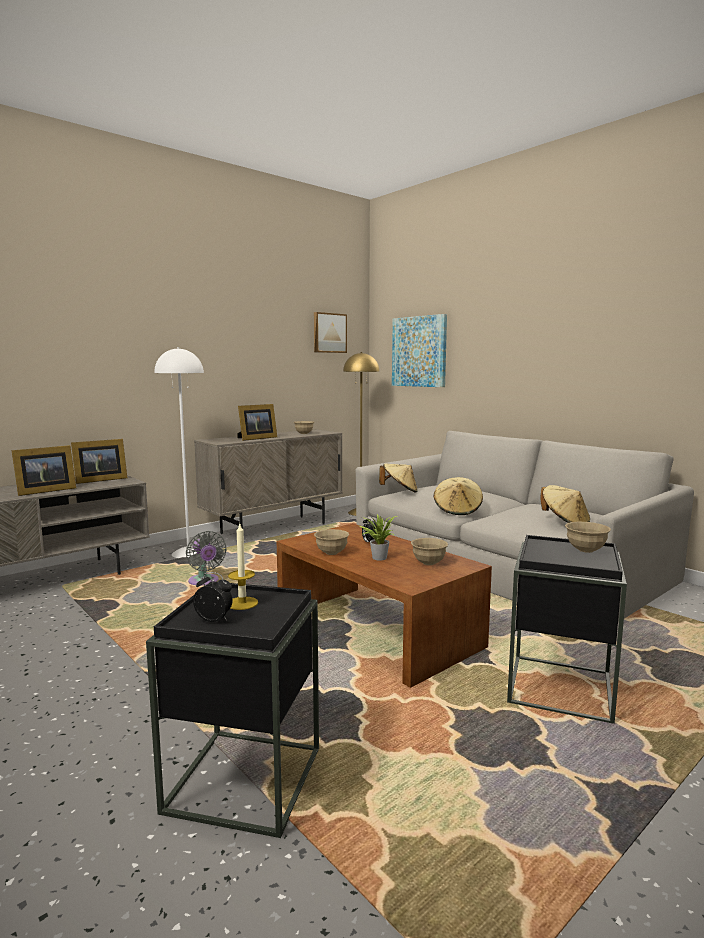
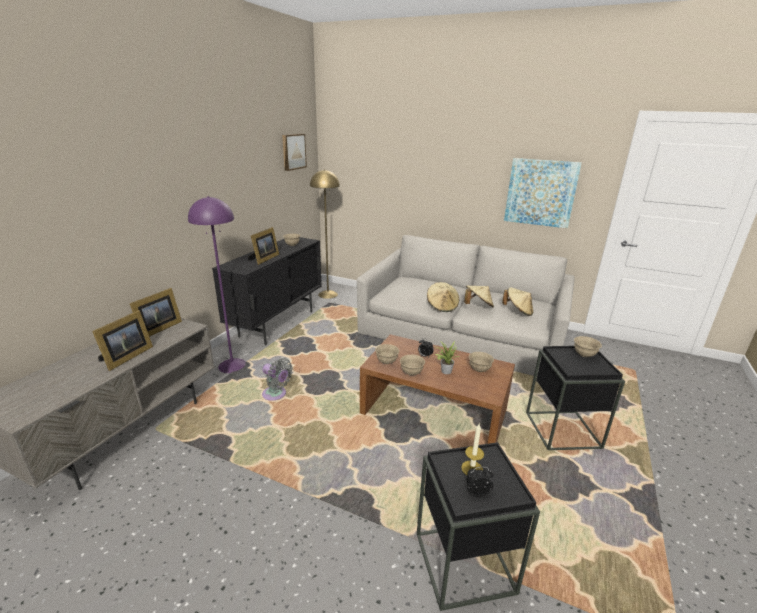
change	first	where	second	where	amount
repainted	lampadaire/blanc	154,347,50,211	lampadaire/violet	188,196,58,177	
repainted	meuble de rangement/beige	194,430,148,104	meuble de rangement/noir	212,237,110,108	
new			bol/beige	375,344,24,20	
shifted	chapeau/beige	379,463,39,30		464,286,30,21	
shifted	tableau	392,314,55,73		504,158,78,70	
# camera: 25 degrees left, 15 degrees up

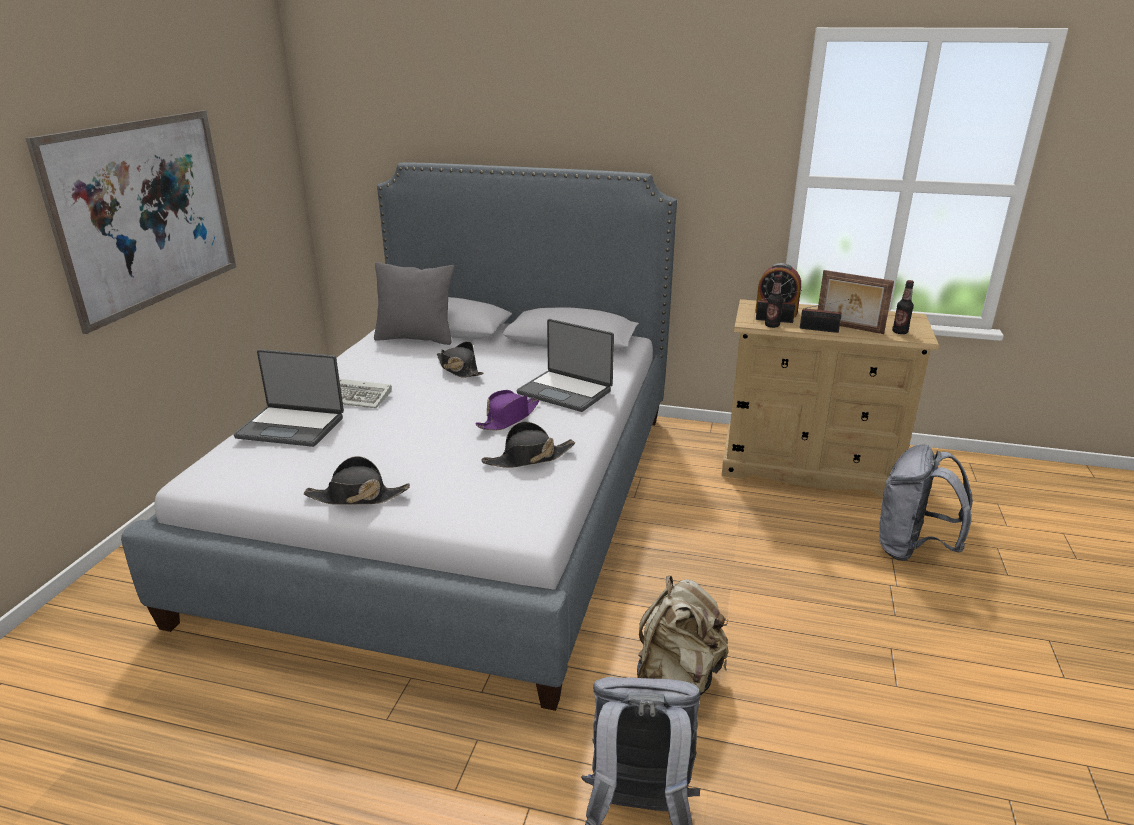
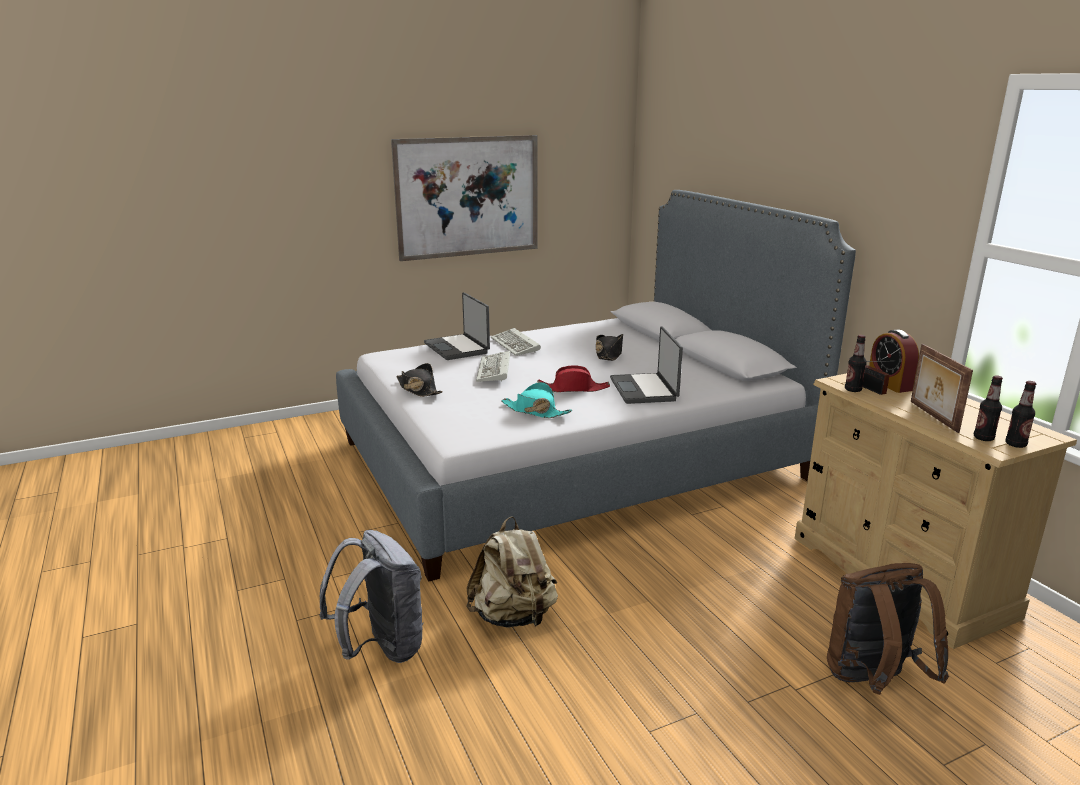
change	first	where	second	where	amount
new			clavier	476,351,34,31	
repainted	chapeau/noir	481,421,94,47	chapeau/turquoise	501,382,71,36	
repainted	chapeau/violet	475,390,64,41	chapeau/rouge	537,365,73,27	
repainted	sac à dos/gris	879,444,94,117	sac à dos/marron	827,563,122,132	
new			bouteille	1005,381,31,67	
gone	coussin/gris	374,262,80,83			
gone	radio	800,299,49,34			
# camera: 50 degrees right, 5 degrees down

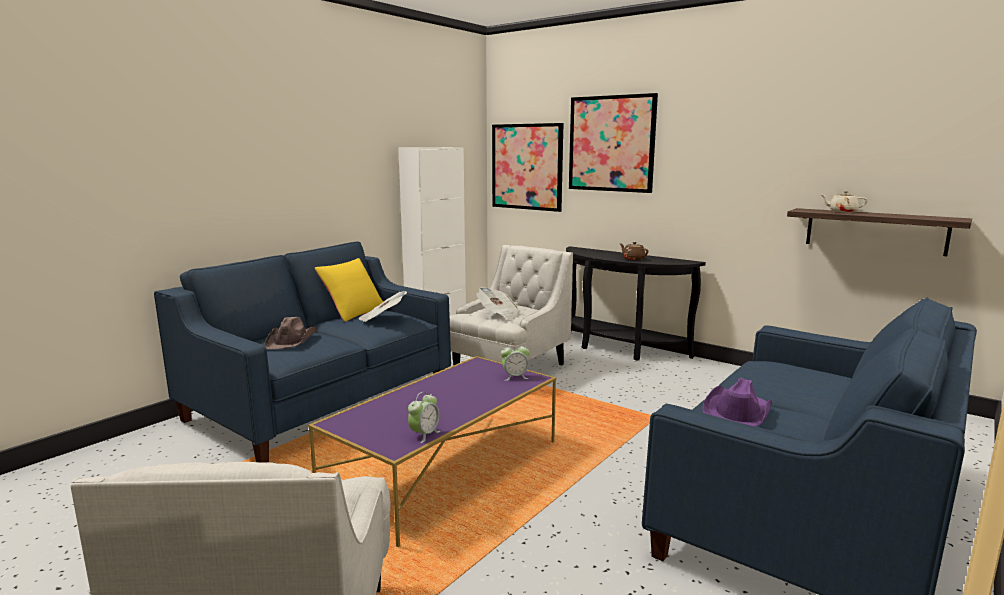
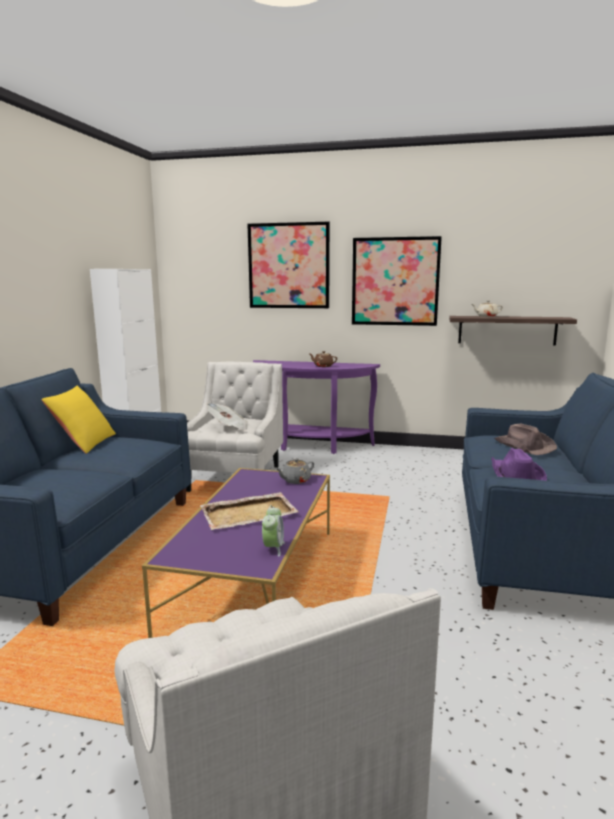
change	first	where	second	where	amount
new			plateau/beige	200,492,99,38	
repainted	table console/noir	566,246,140,115	table console/violet	253,360,127,94	
swapped	réveil	501,342,29,39	théière/gris	275,458,39,26	
shifted	tableau	492,123,71,89		352,236,90,90	
shifted	chapeau/marron	264,317,54,32		494,424,63,31	
gone	journal	359,291,48,31			
# camera: 25 degrees left, 0 degrees up

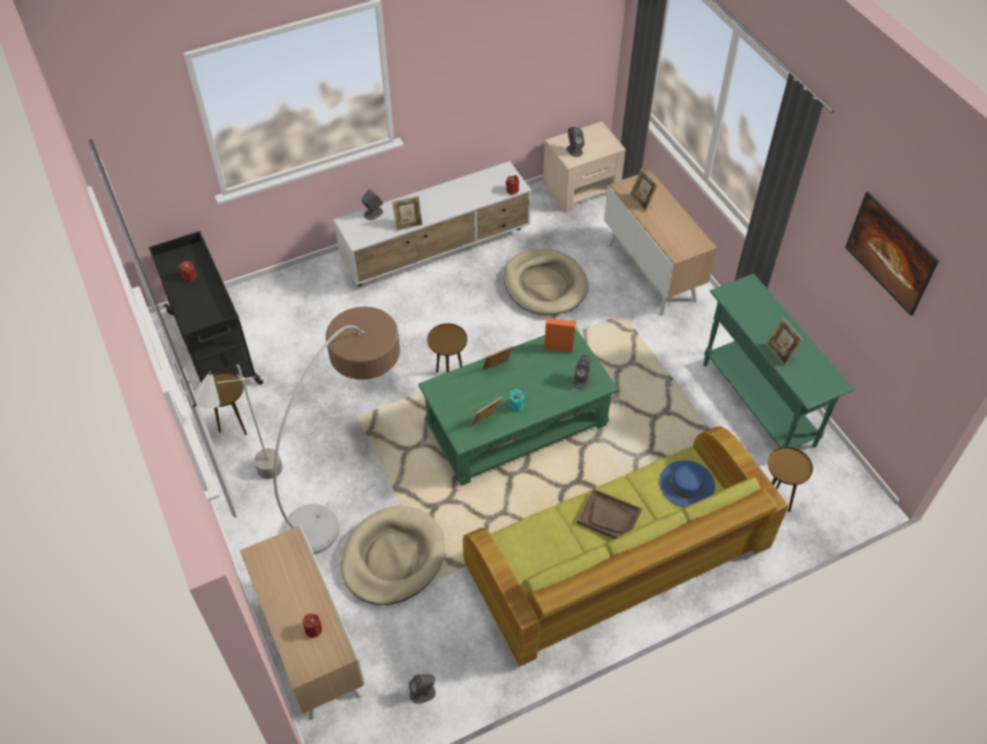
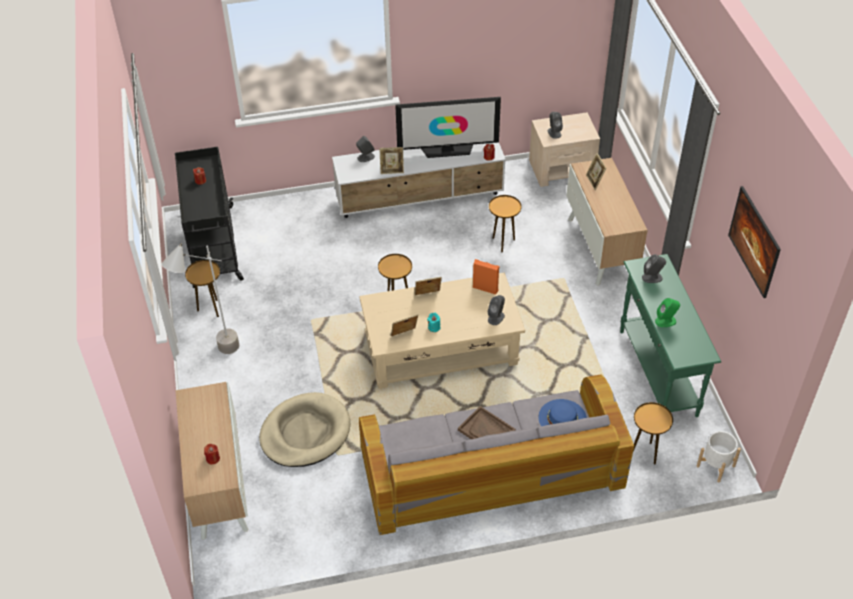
change	first	where	second	where	amount
repainted	table basse/vert	418,327,201,159	table basse/beige	359,273,166,116	
repainted	canapé/vert	463,426,325,240	canapé/gris	359,374,275,161	
new			téléviseur	395,97,106,61	
swapped	panier pour chien/beige	504,248,85,67	table d'appoint/marron	489,195,33,57	
shifted	enceinte/gris	409,674,27,29		642,254,24,29	
swapped	cadre photo	766,318,37,48	enceinte/vert	655,298,25,29	
new			cache-pot/blanc	697,431,44,51	
gone	lampadaire	273,307,127,247			
# camera: 15 degrees right, 5 degrees down

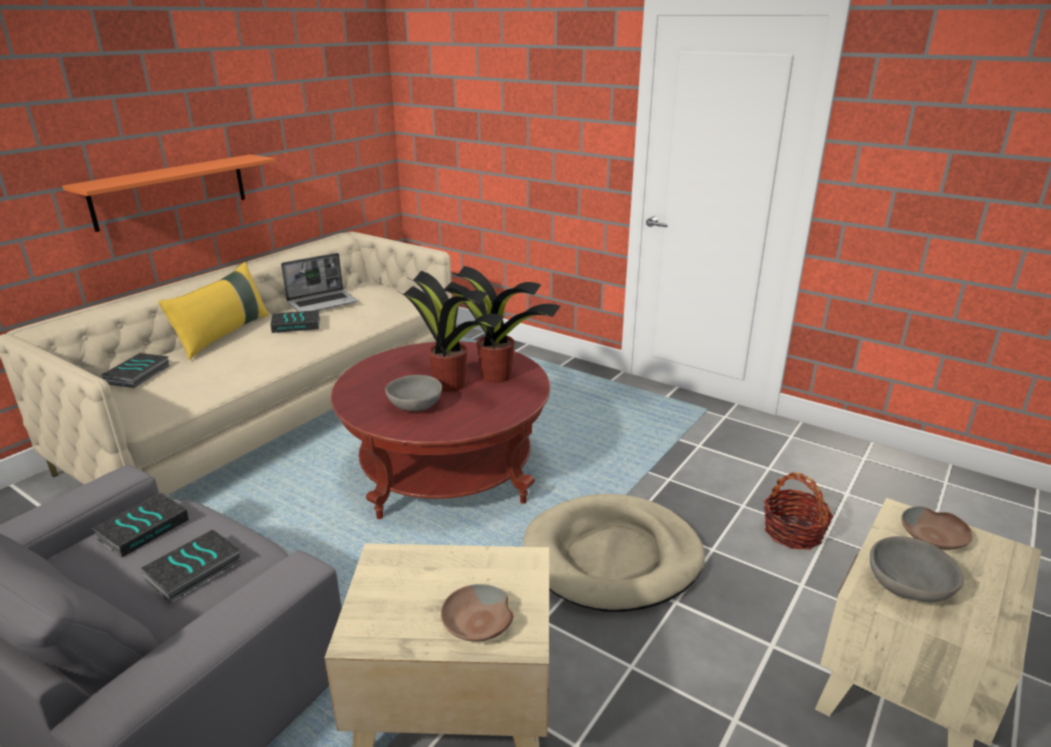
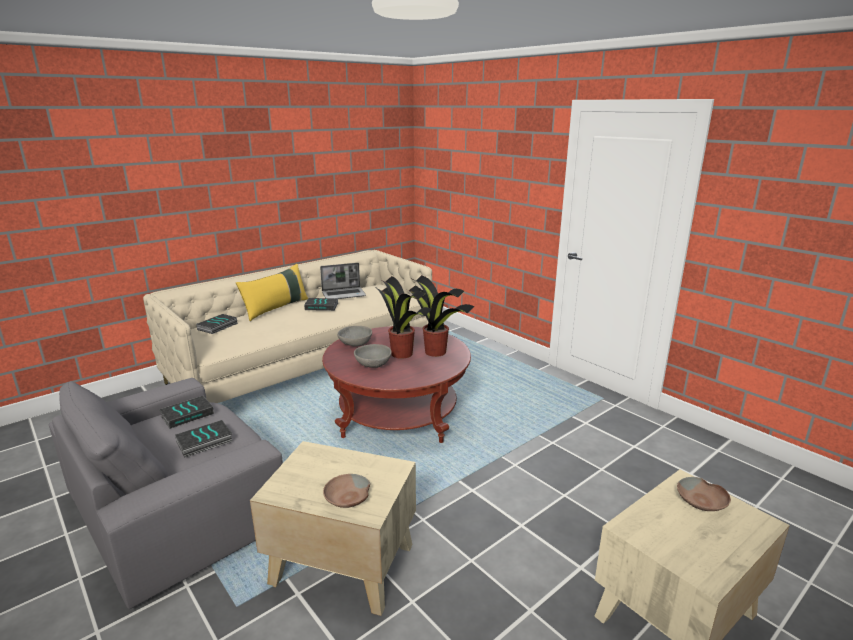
change	first	where	second	where	amount
shifted	bol/gris	870,536,93,66		337,326,35,21	
gone	étagère/orange	62,154,213,78			
gone	panier pour chien/beige	523,494,182,118			
gone	panier	764,472,69,78			
# camera: 15 degrees right, 5 degrees down

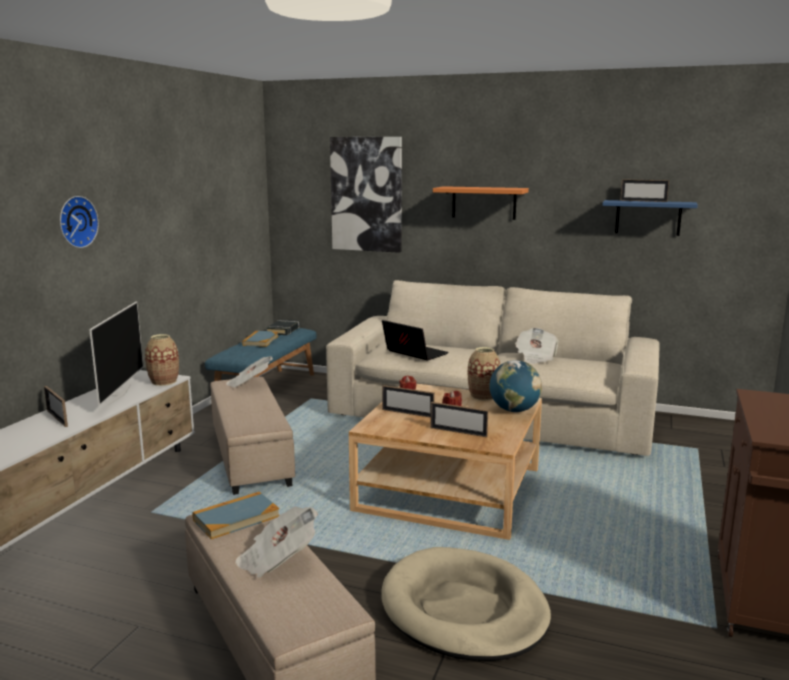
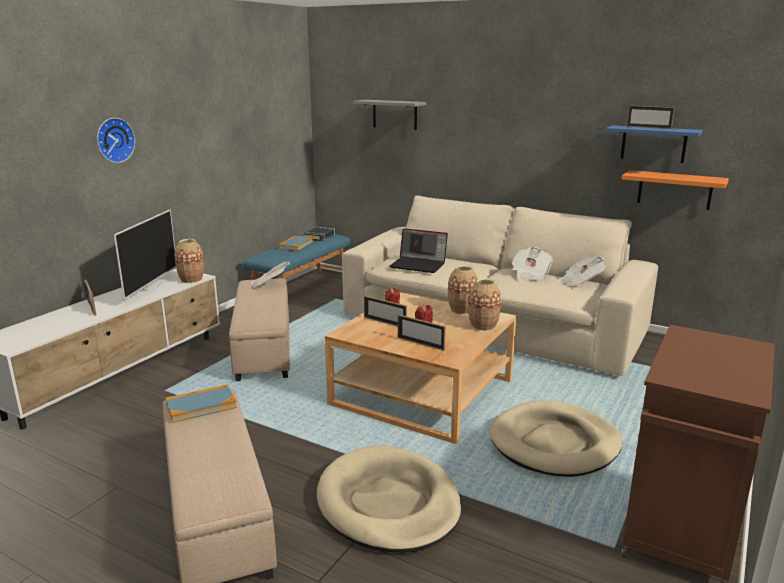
change	first	where	second	where	amount
swapped	tableau	330,137,72,116	étagère/gris	353,100,73,30	
rotated	ordinateur portable	382,320,67,40		389,228,59,45	150 degrees clockwise
swapped	globe	489,360,53,52	vase	468,278,33,53	
new			panier pour chien/beige	490,400,133,77	
shifted	journal	235,506,83,72		558,256,48,30	
shifted	étagère/orange	433,186,96,34		622,170,107,40	
# camera: 10 degrees right, 5 degrees up

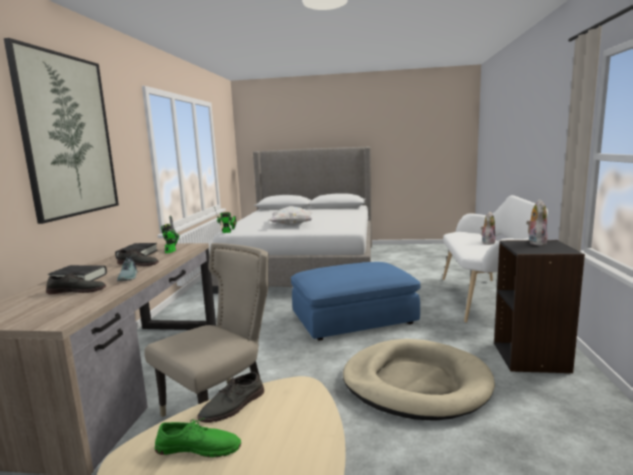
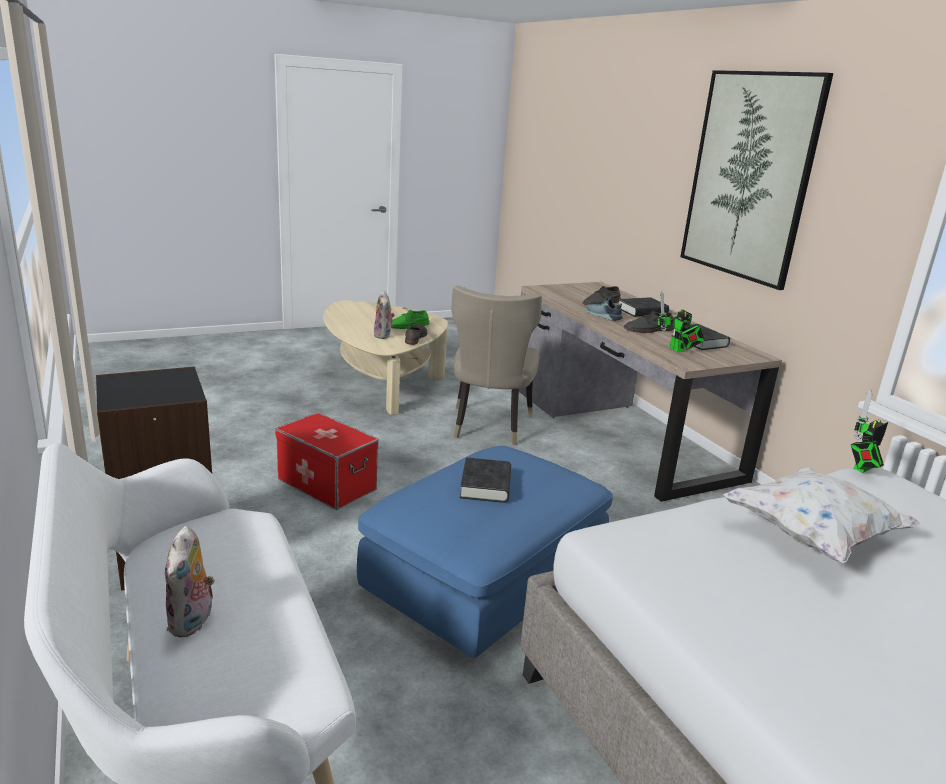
change	first	where	second	where	amount
swapped	panier pour chien/beige	343,339,152,82	boîte de rangement	275,413,104,97	
shifted	peluche	526,199,22,47		374,290,21,49	
new			livre/noir	460,457,51,46	
# camera: 145 degrees right, 10 degrees up

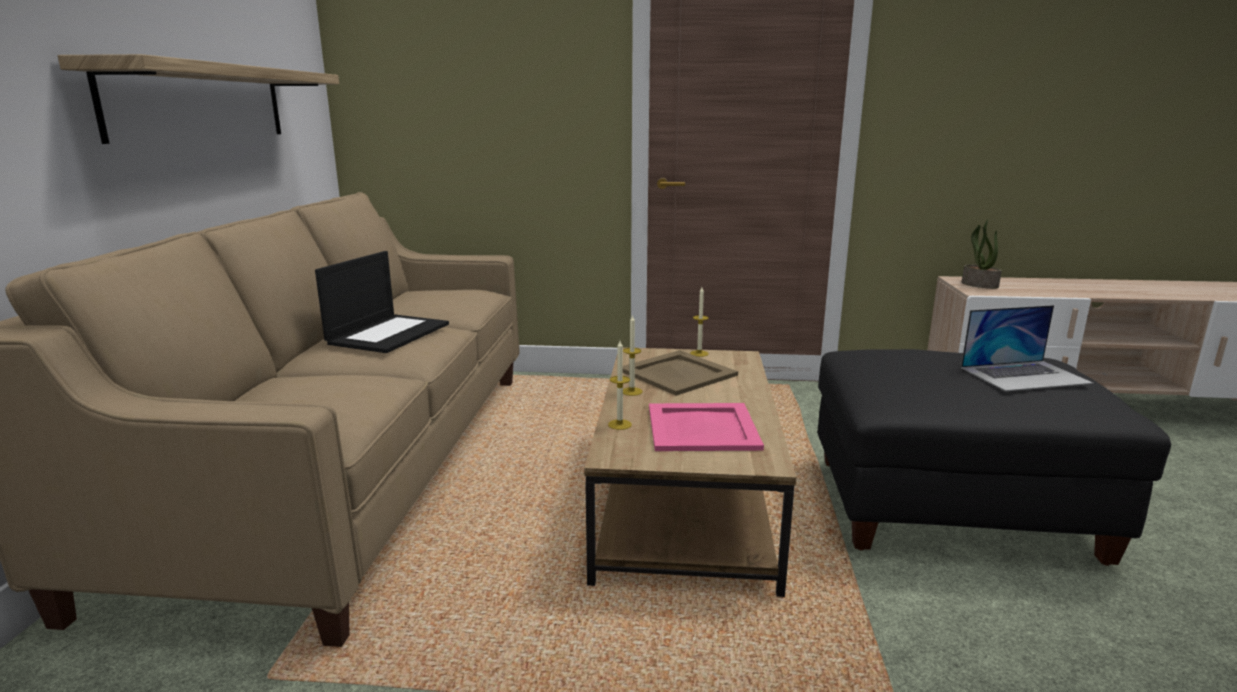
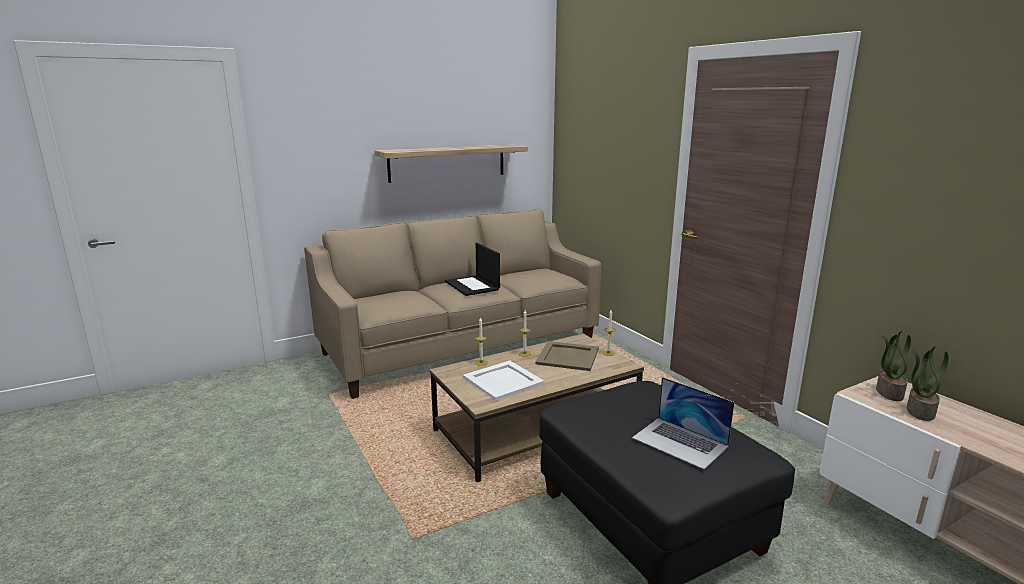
change	first	where	second	where	amount
rotated	ordinateur portable	315,251,134,102		445,243,55,53	75 degrees clockwise
repainted	plateau/rose	649,403,115,48	plateau/blanc	463,361,81,39	
new			plante en pot	907,346,42,75	
# camera: 55 degrees right, 0 degrees up

